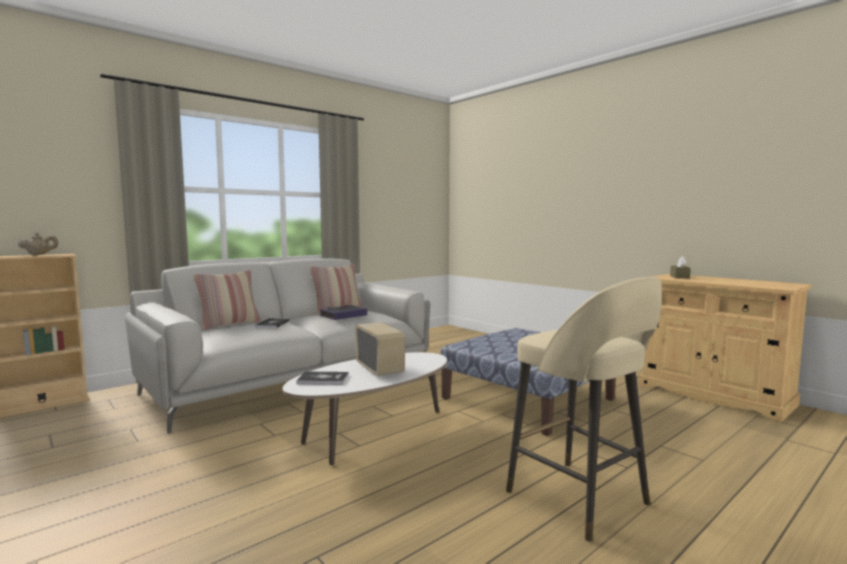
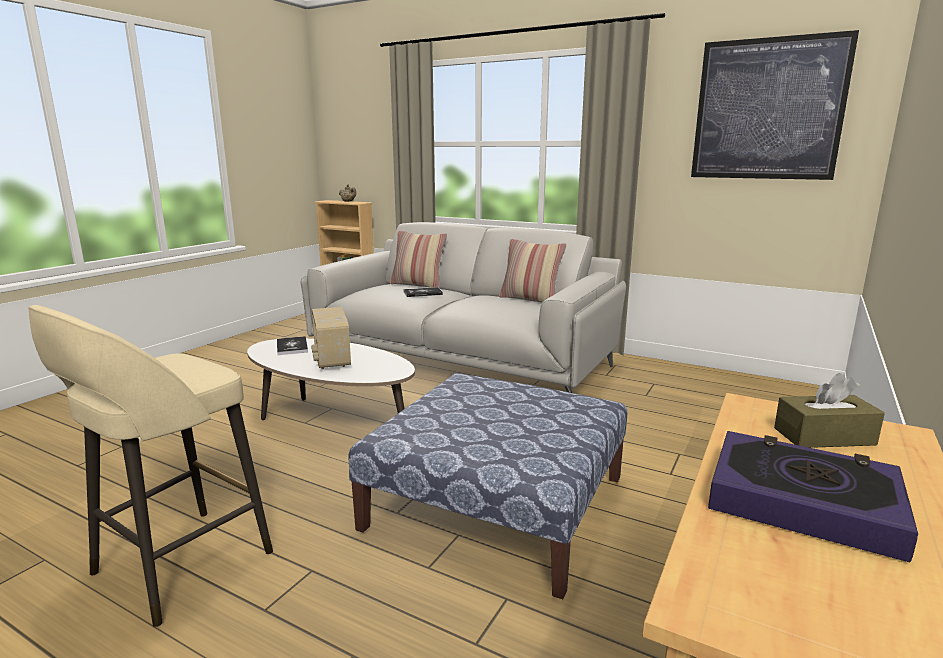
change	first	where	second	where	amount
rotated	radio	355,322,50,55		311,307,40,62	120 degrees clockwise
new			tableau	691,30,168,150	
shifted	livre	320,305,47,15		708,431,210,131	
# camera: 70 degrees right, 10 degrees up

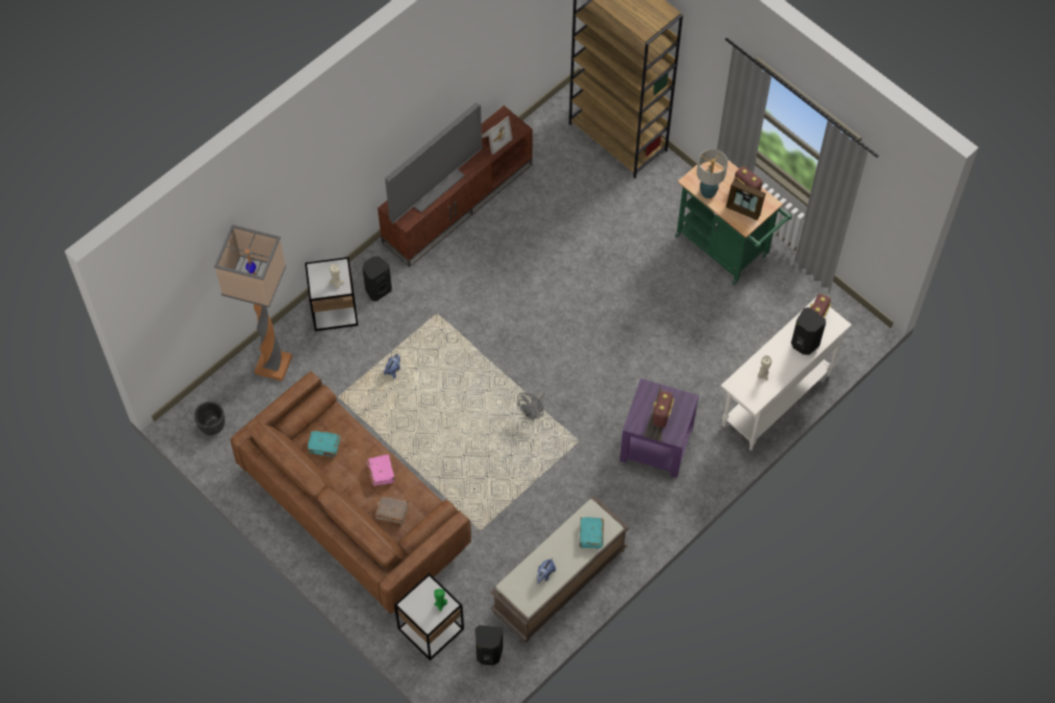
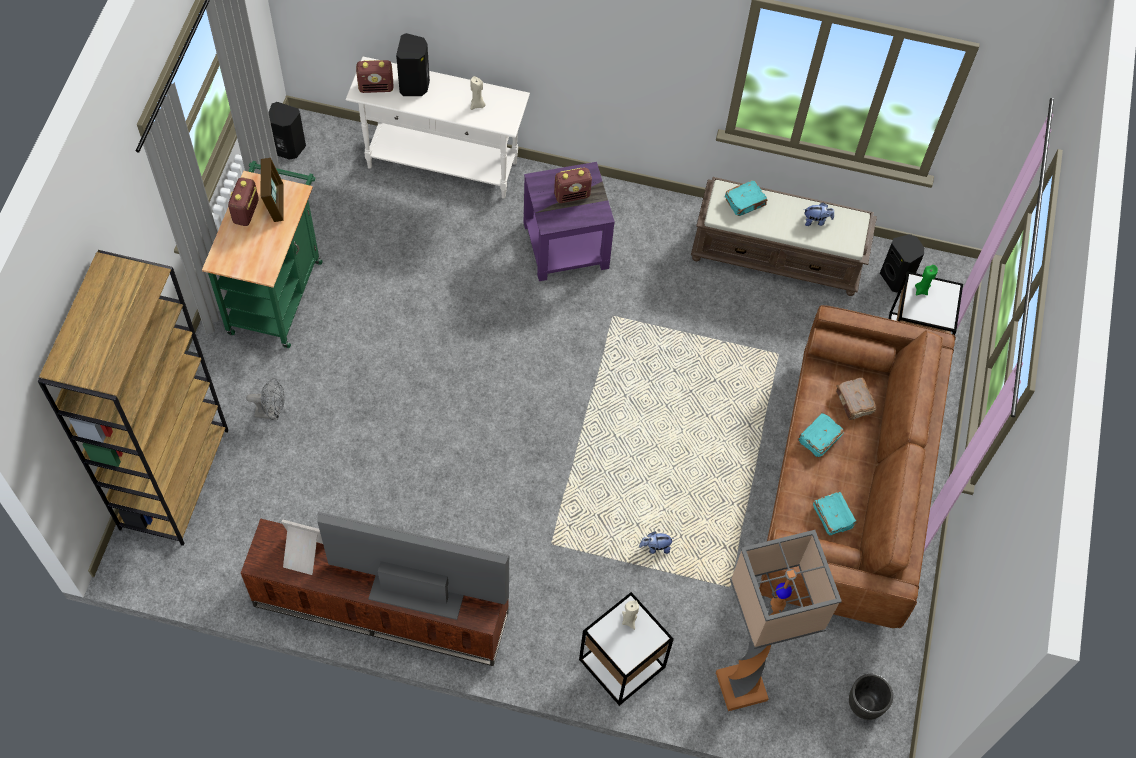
change	first	where	second	where	amount
shifted	ventilateur/gris	517,391,27,30		246,378,39,42	
shifted	enceinte/noir	362,256,30,45		268,102,38,58	
repainted	livre/rose	367,454,29,32	livre/turquoise	798,412,46,45	
gone	lampe de table	697,149,31,49			
# camera: 125 degrees left, 0 degrees up

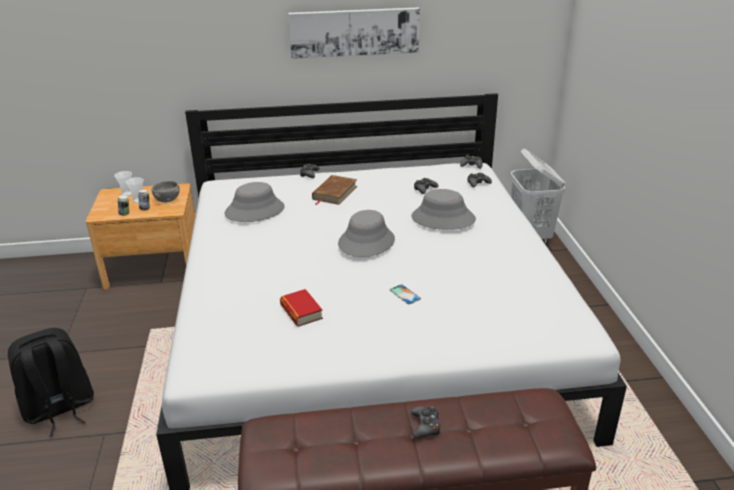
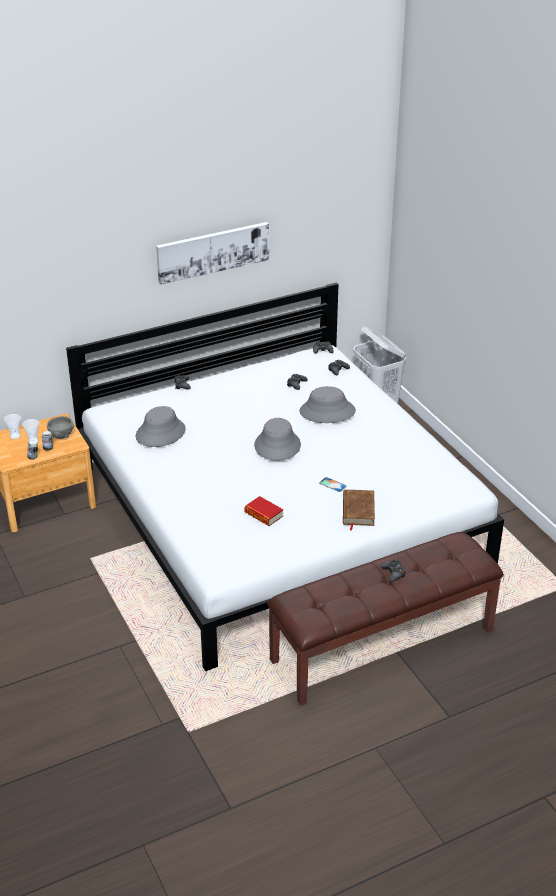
change	first	where	second	where	amount
shifted	livre/marron	312,175,45,30		343,489,32,42	
gone	sac à dos/noir	8,328,86,109			
# camera: 20 degrees left, 5 degrees up

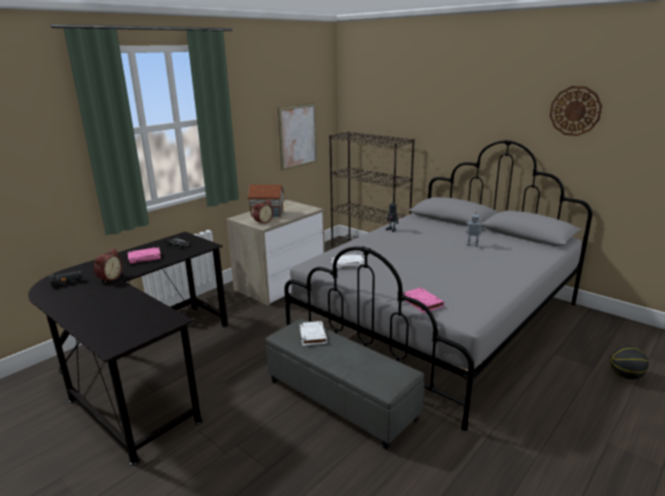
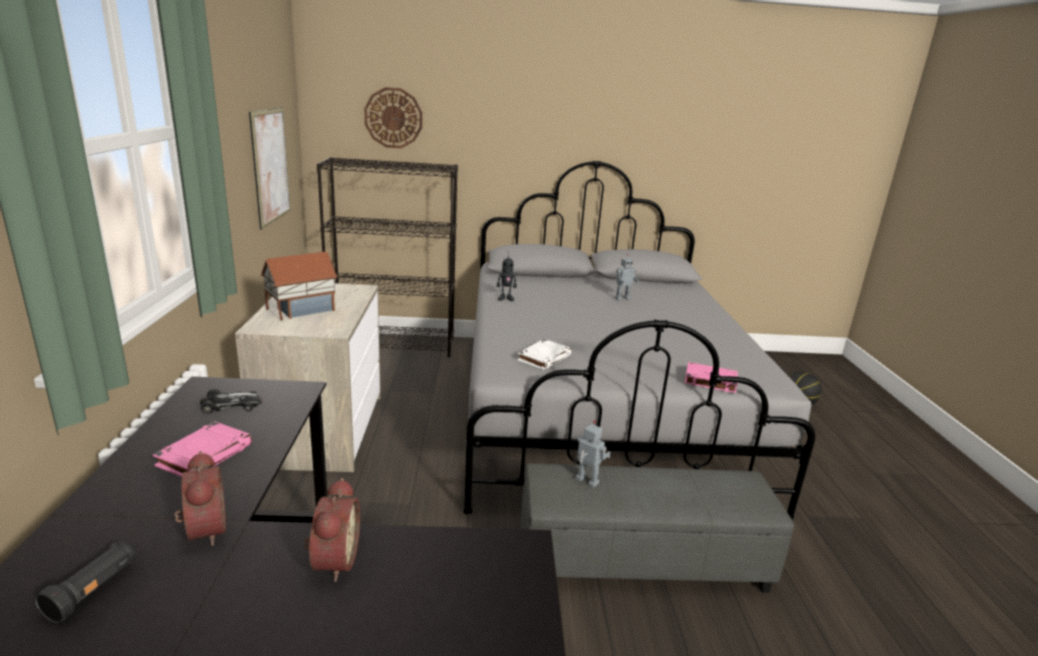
change	first	where	second	where	amount
shifted	réveil	253,200,21,24		304,478,56,104	
shifted	horloge murale	550,86,52,50		364,87,58,61	
swapped	livre/blanc	300,321,27,25	robot jouet	576,420,35,68	
# camera: 45 degrees left, 0 degrees up

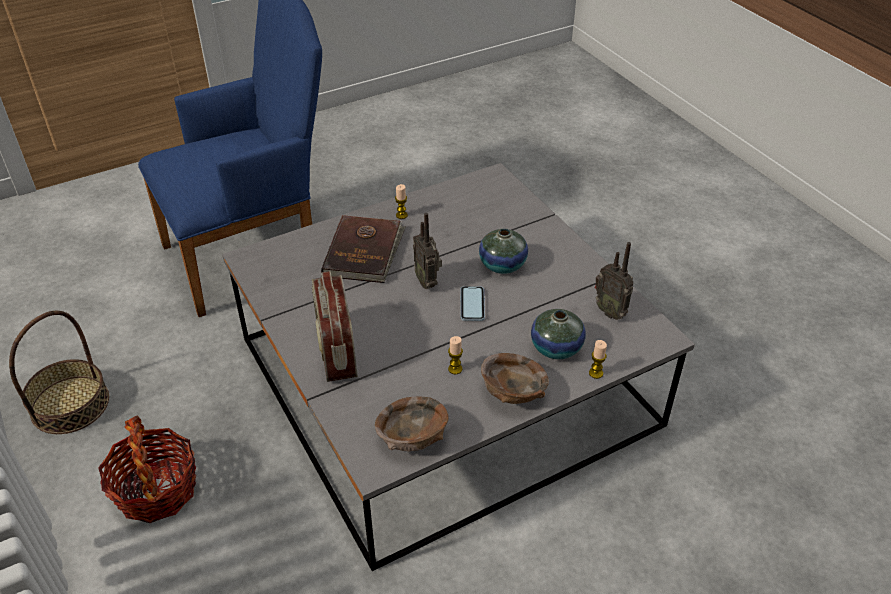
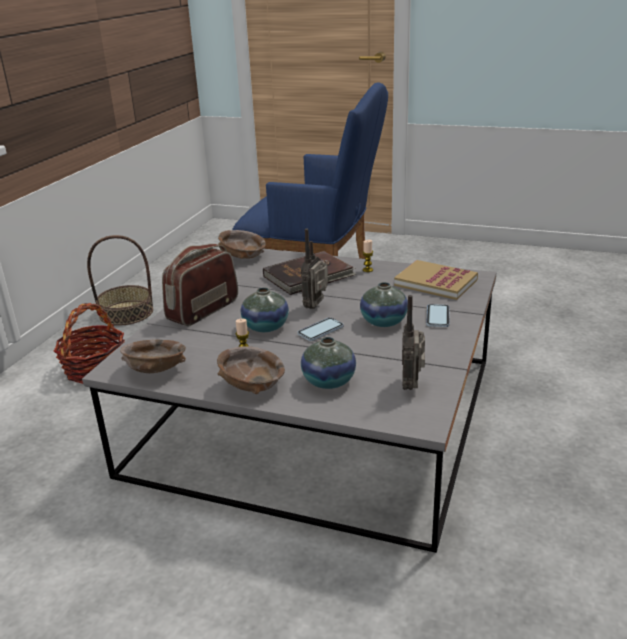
change	first	where	second	where	amount
new			bol/marron	218,230,48,29	
new			vase	241,288,48,44	
new			livre	394,260,84,40	
new			téléphone	426,304,24,23	
gone	bougie	589,340,18,39			
# camera: 50 degrees right, 15 degrees down

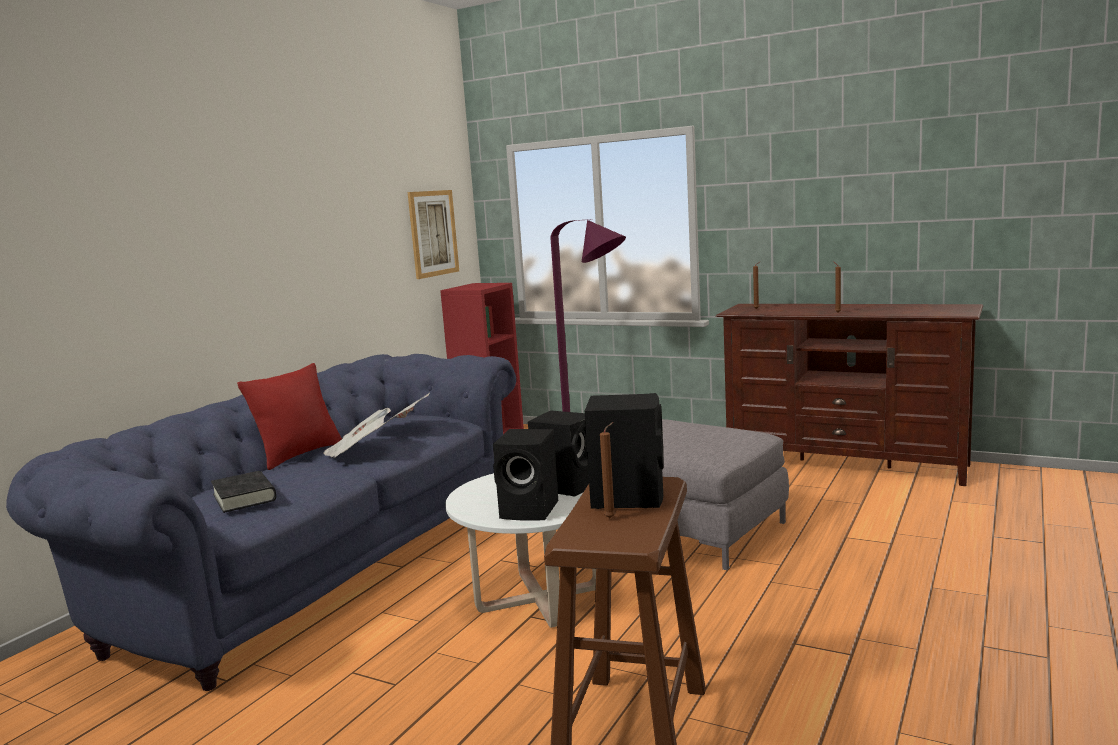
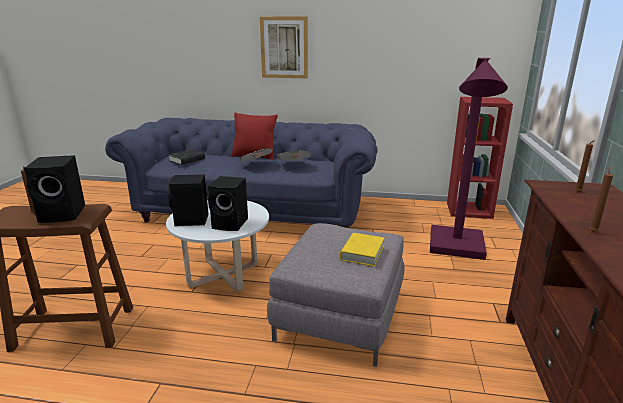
change	first	where	second	where	amount
shifted	tableau	407,190,52,89		260,17,48,61	
new			livre/jaune	340,233,44,33	
# camera: 70 degrees right, 10 degrees up

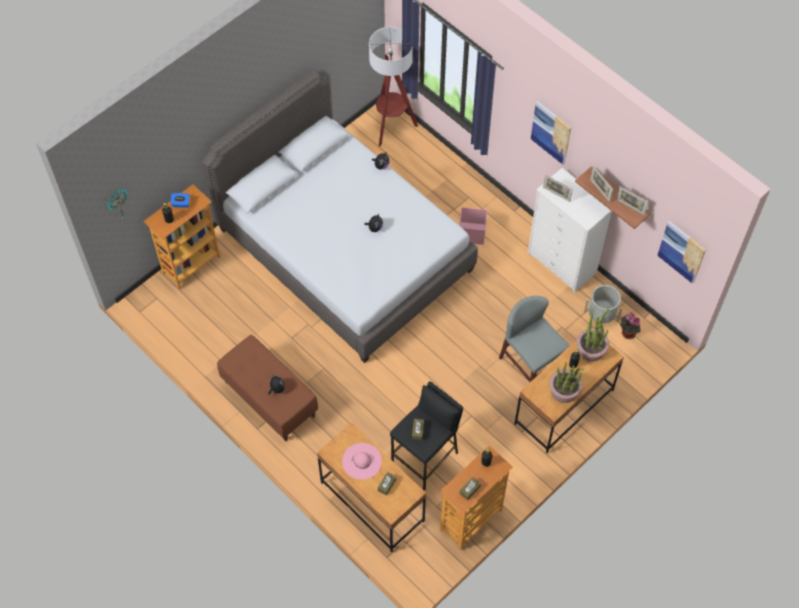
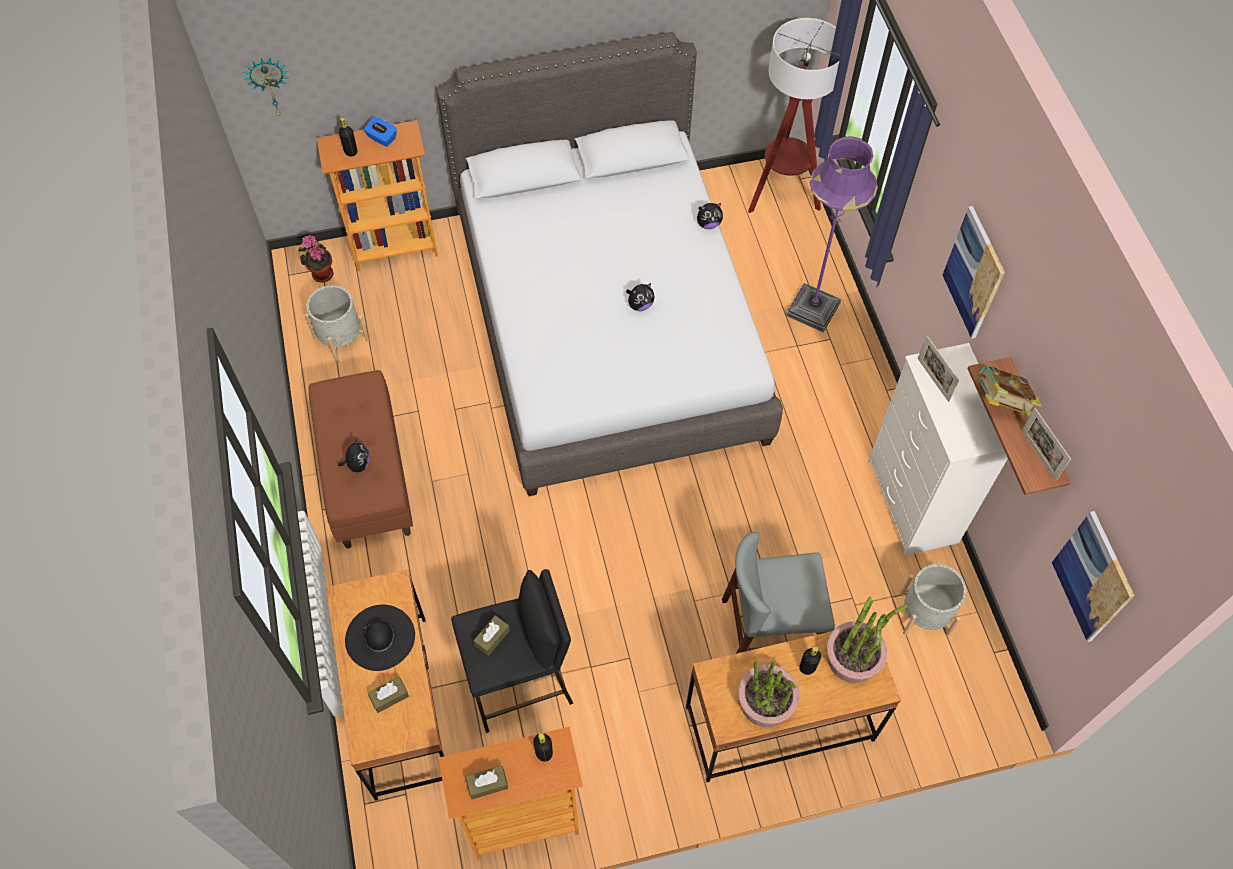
change	first	where	second	where	amount
shifted	plante en pot	620,313,21,26		298,235,36,48	
new			cache-pot/gris	305,285,64,78	
repainted	chapeau/rose	342,443,40,37	chapeau/noir	345,605,70,66	
rotated	chaise/gris	499,296,70,86		722,532,113,122	90 degrees counterclockwise
new			lampadaire/violet	786,136,92,196	
swapped	cadre photo	590,166,23,36	livre	976,366,66,51	
gone	boîte de rangement/rose	459,207,28,38			
# camera: 30 degrees right, 0 degrees up

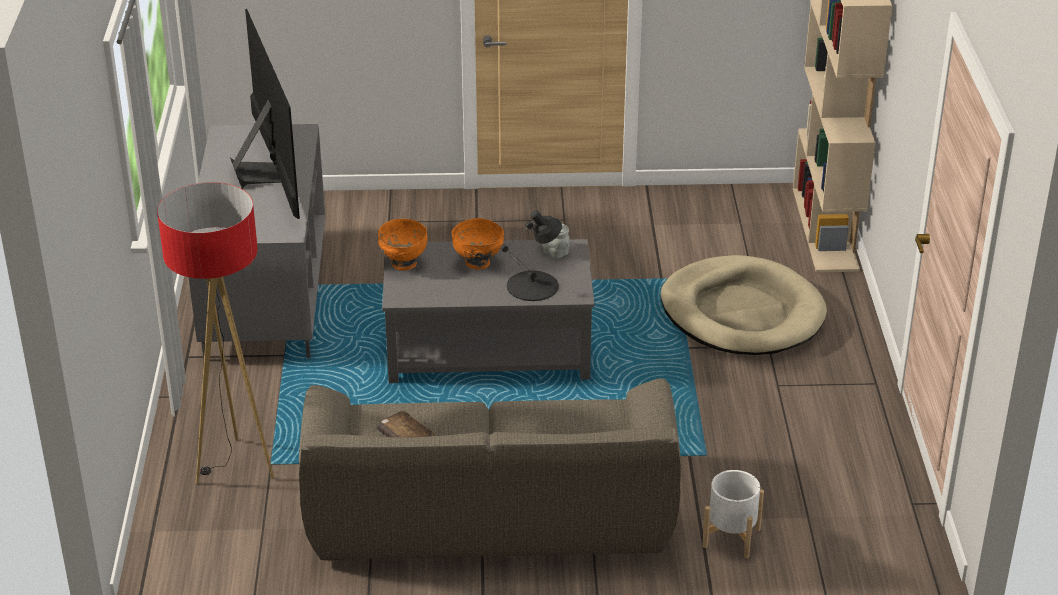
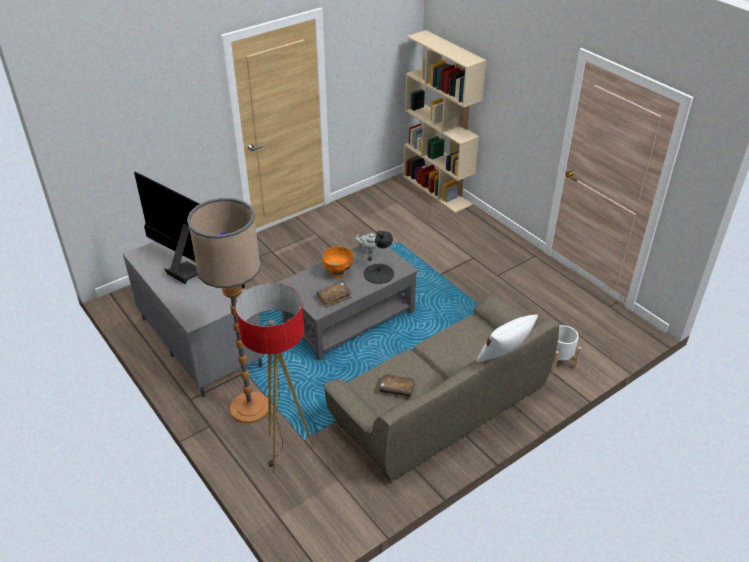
change	first	where	second	where	amount
new			lampadaire	187,198,81,225	
new			livre/marron	317,282,35,26	
new			coussin/blanc	476,314,62,49	
gone	bol/orange	378,219,49,51			
gone	panier pour chien/beige	660,255,167,100			
# camera: 35 degrees left, 5 degrees up

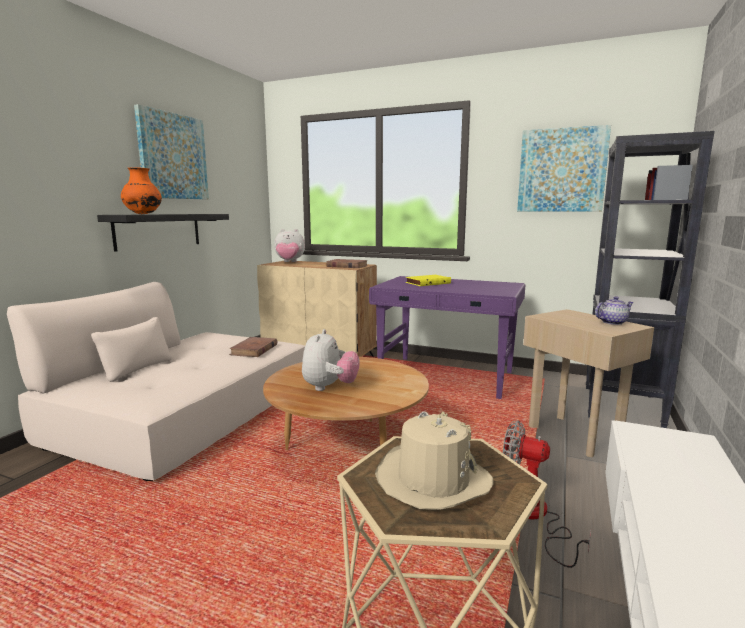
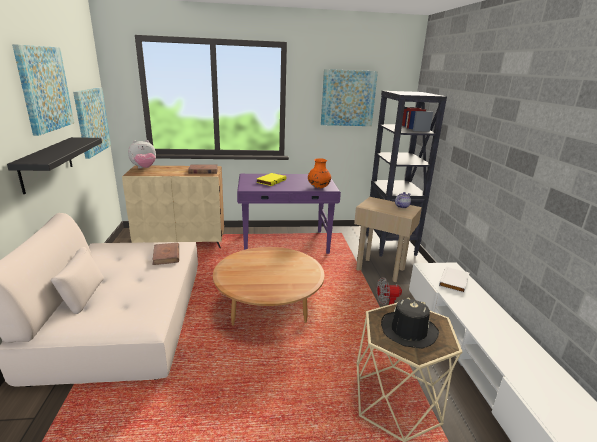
change	first	where	second	where	amount
new			tableau	73,88,38,71	
shifted	vase/orange	121,167,41,47		308,158,23,30	
repainted	chapeau/beige	375,411,119,99	chapeau/noir	381,297,58,52	
new			livre/blanc	439,266,30,27	
gone	peluche	302,329,58,62			
# camera: 30 degrees left, 10 degrees up

